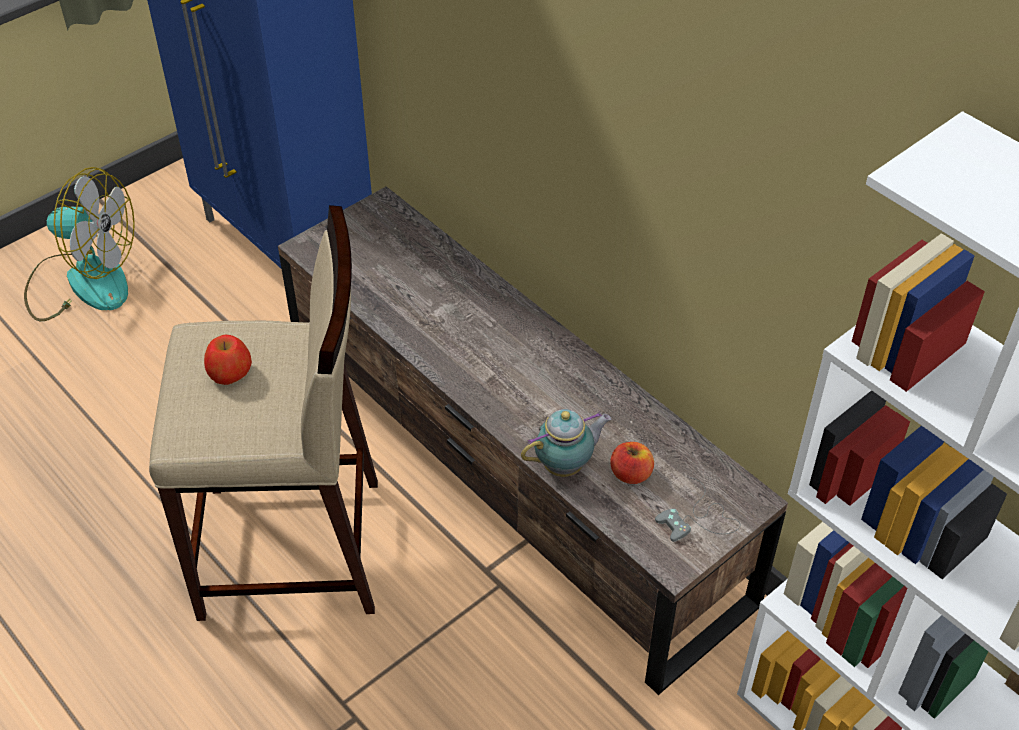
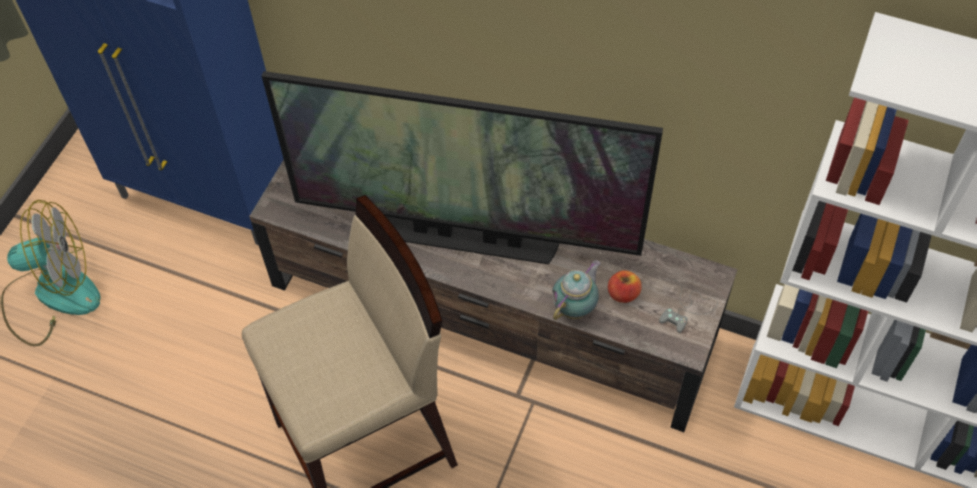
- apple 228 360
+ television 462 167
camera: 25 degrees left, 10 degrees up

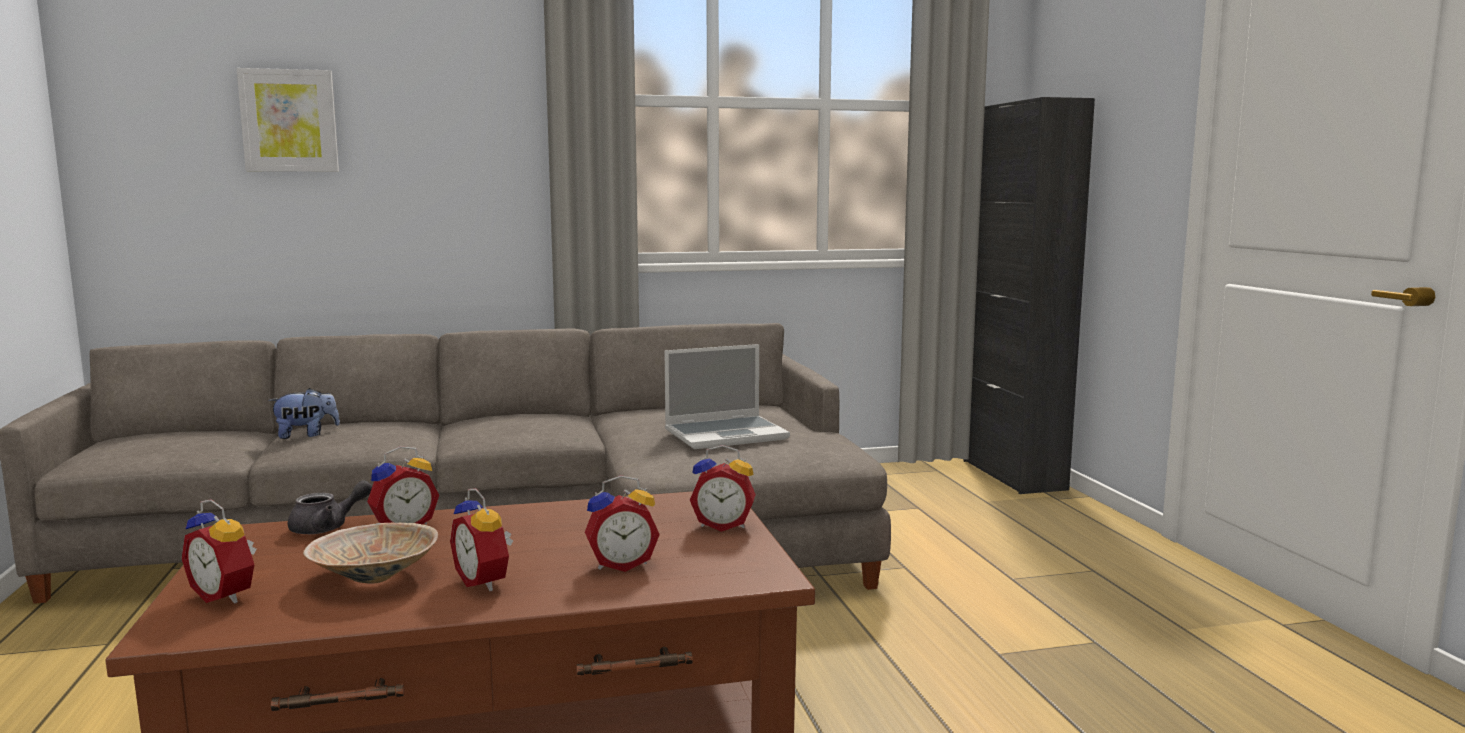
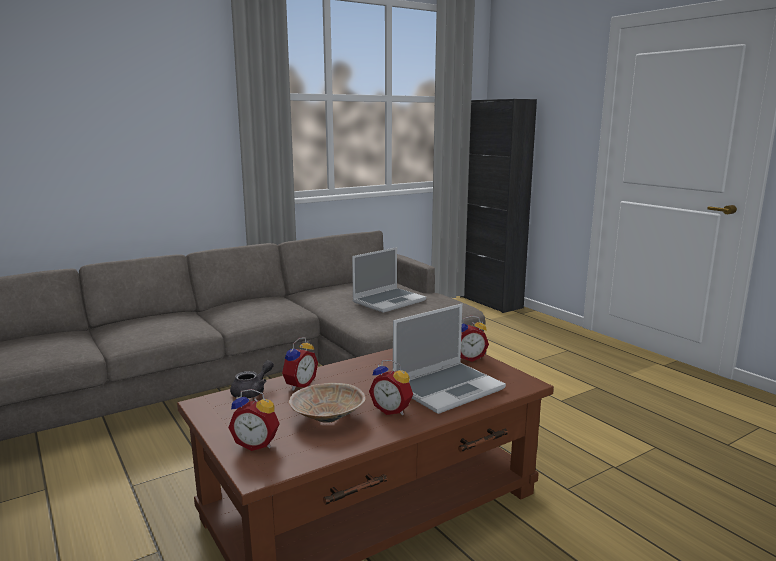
- picture 288 120
- plush toy 304 413
~ alarm clock 622 523 to laptop 449 359
camera: 20 degrees left, 5 degrees up

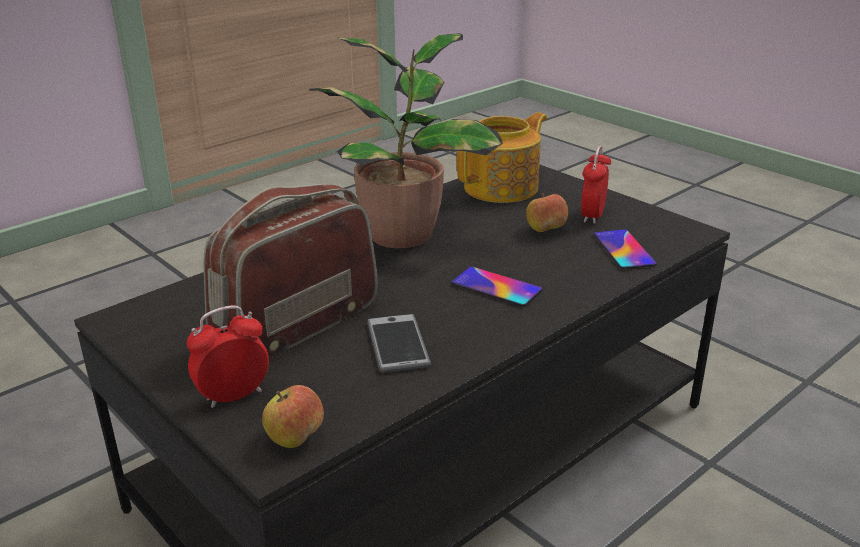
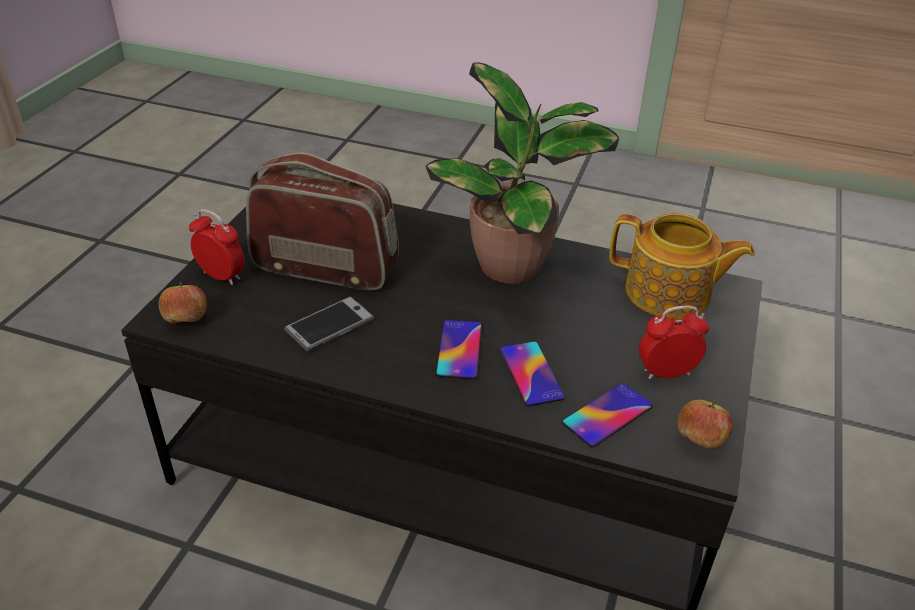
+ phone 532 373
~ apple 547 212 to 705 424
camera: 60 degrees right, 10 degrees up

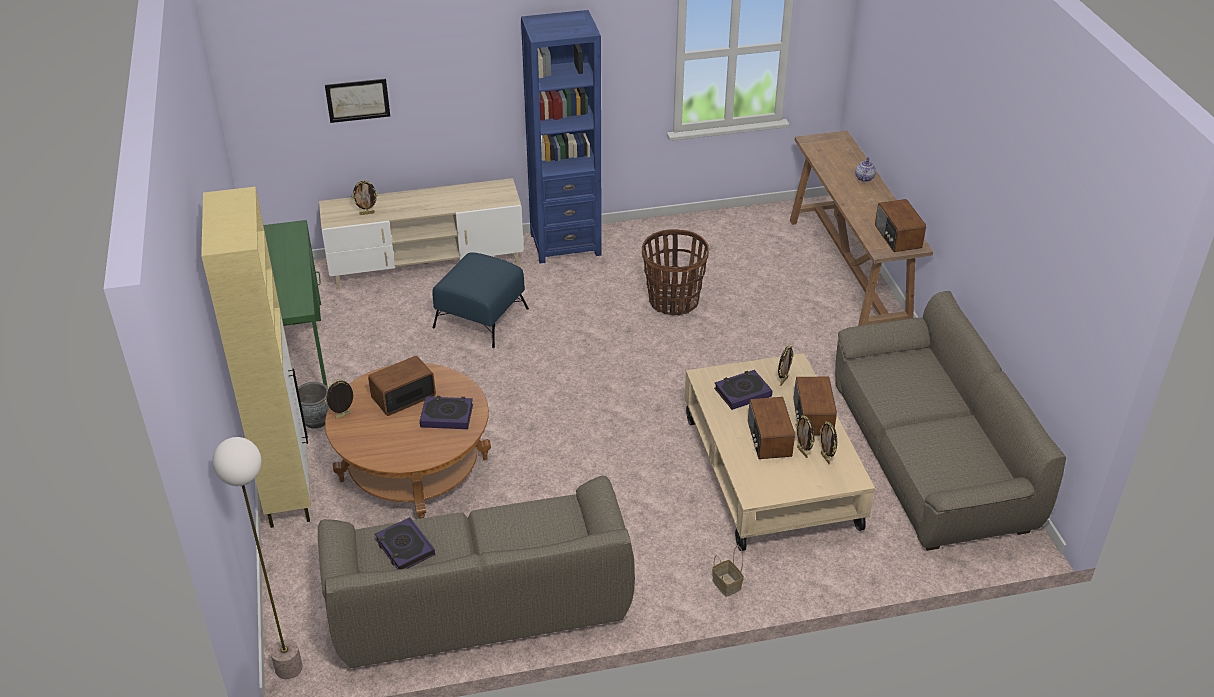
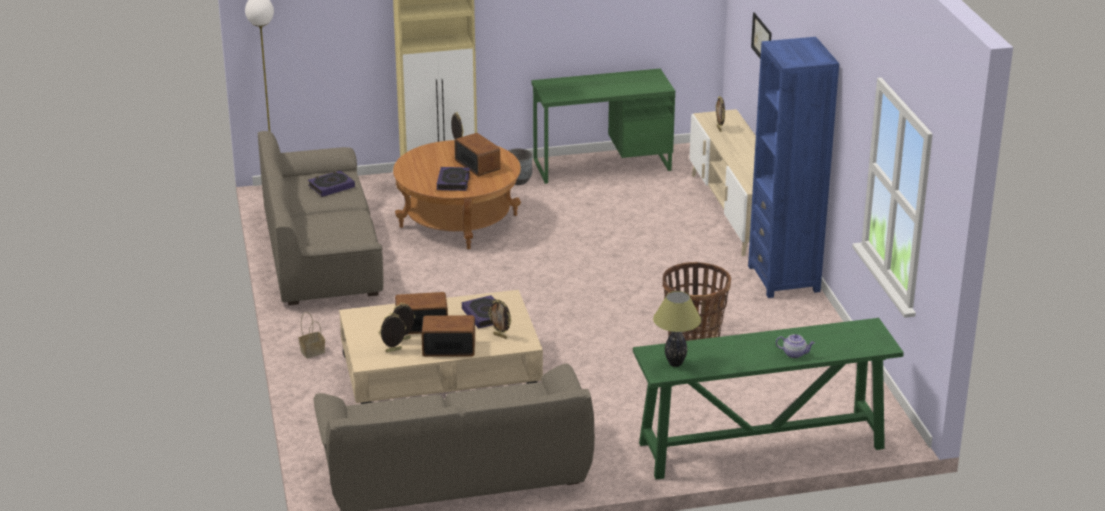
- blue ottoman 480 300
~ radio 900 225 to table lamp 677 329
~ brown console table 861 228 to green console table 768 399
camera: 90 degrees right, 10 degrees down

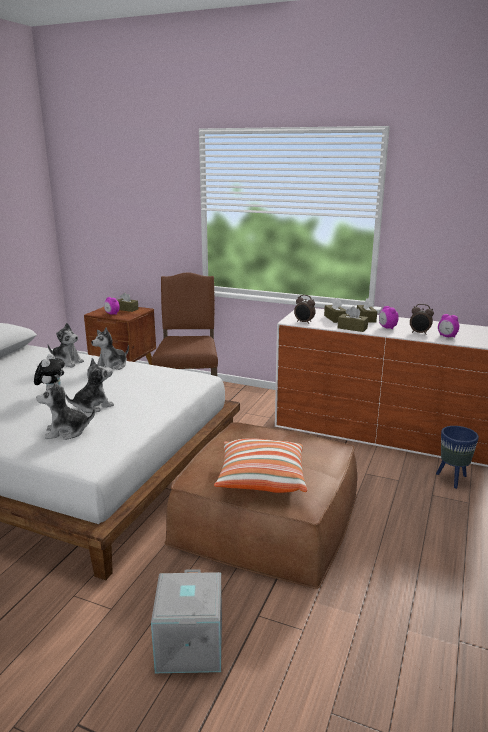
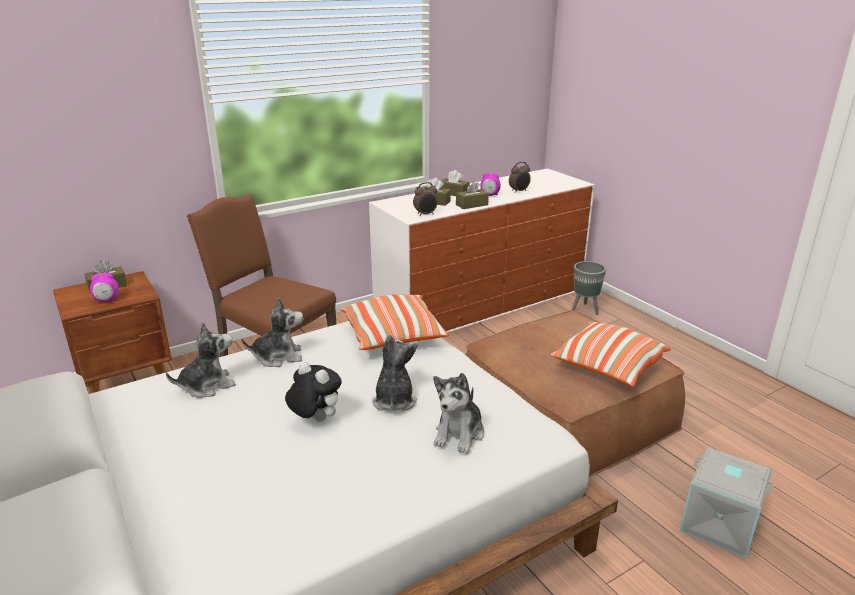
- alarm clock 448 325
+ pillow 394 322
~ blue planter 457 457 to grey planter 589 288
~ plush toy 110 349 = 272 332 90 degrees counterclockwise
camera: 55 degrees left, 5 degrees up

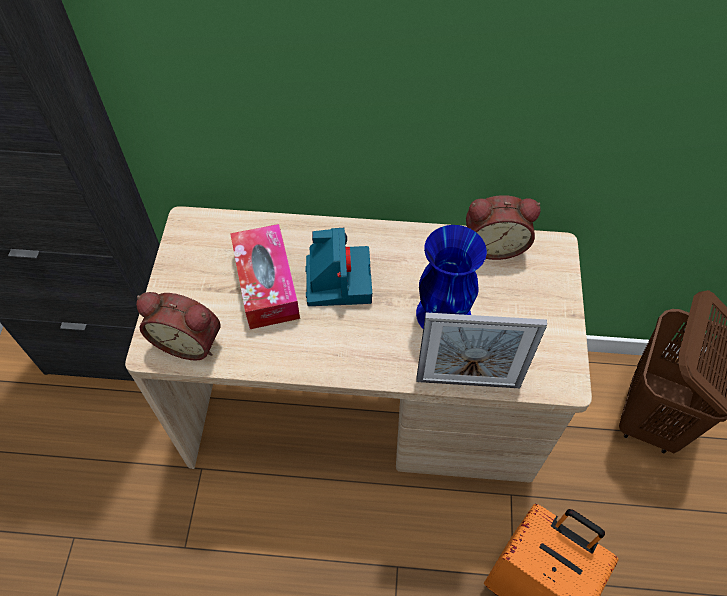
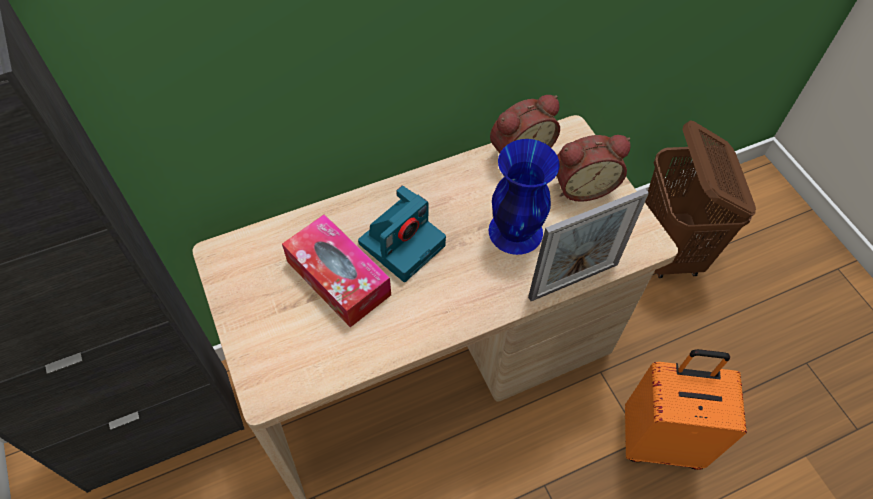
~ alarm clock 178 326 to 593 168
~ photo camera 338 267 = 402 234 75 degrees clockwise
camera: 30 degrees left, 0 degrees up

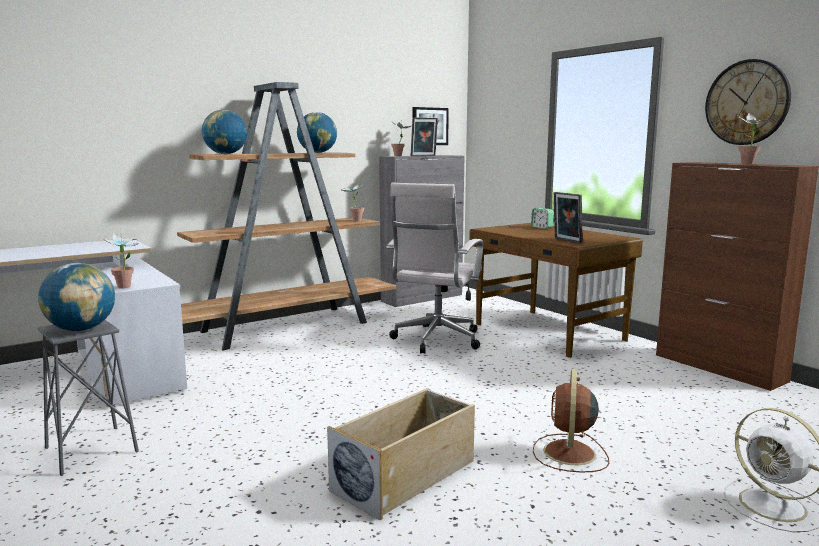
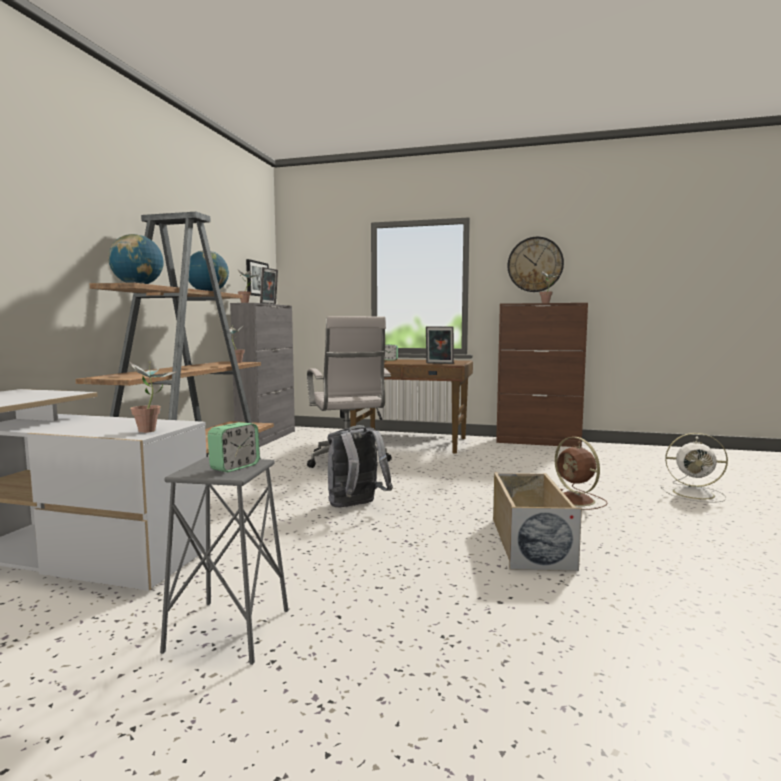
+ grey backpack 360 466
~ globe 76 297 to alarm clock 234 447
camera: 40 degrees left, 5 degrees down

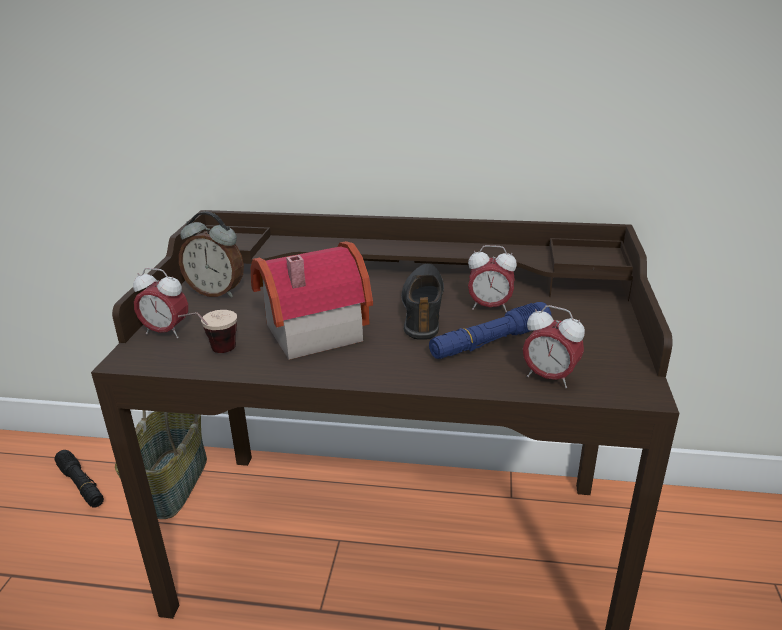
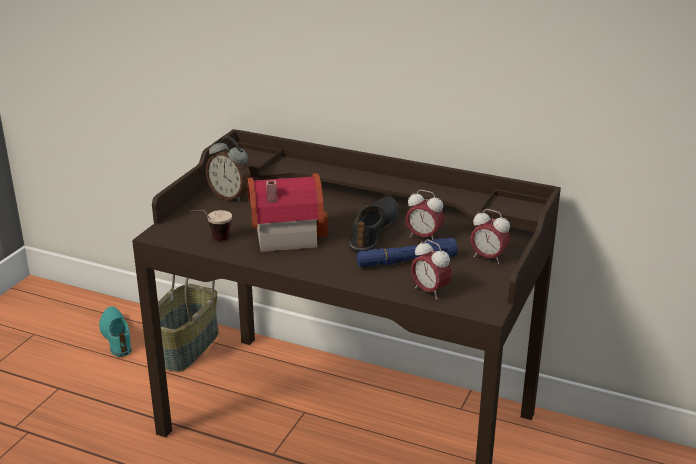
~ alarm clock 160 303 to 490 236
~ black flashlight 79 479 to turquoise shoe 115 331
camera: 15 degrees right, 0 degrees up

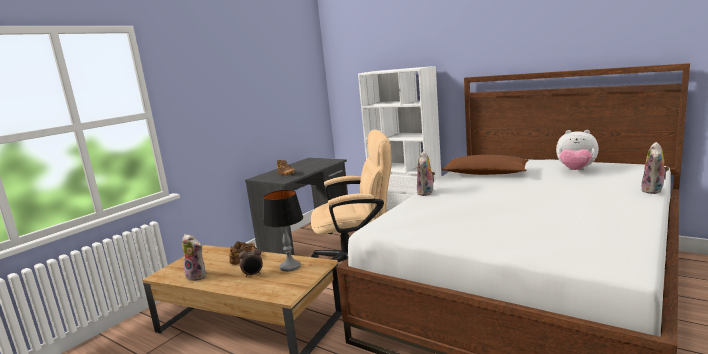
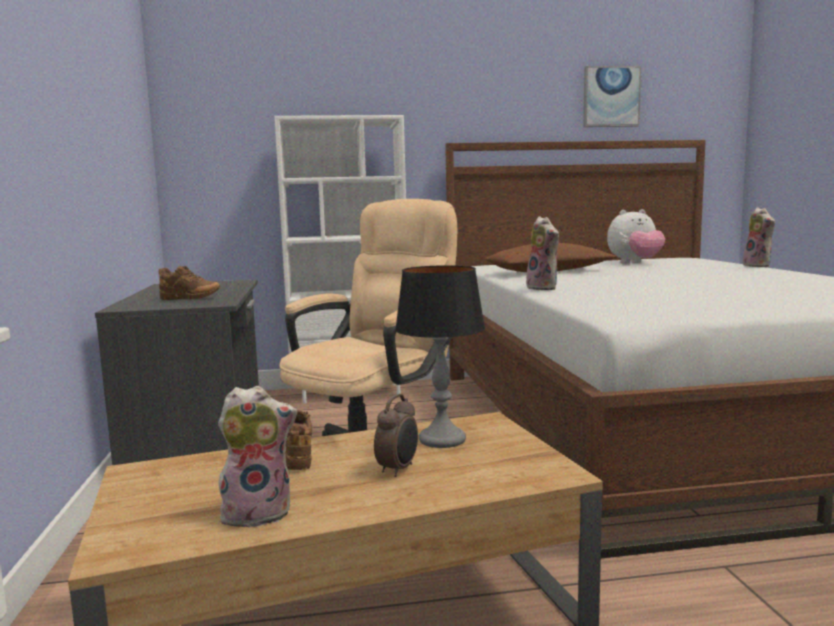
+ picture 612 96
camera: 45 degrees left, 5 degrees down

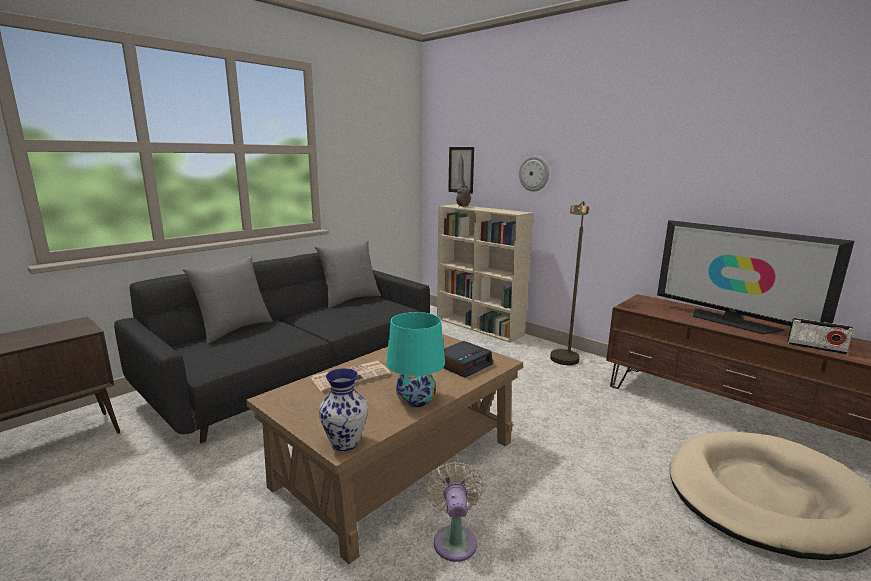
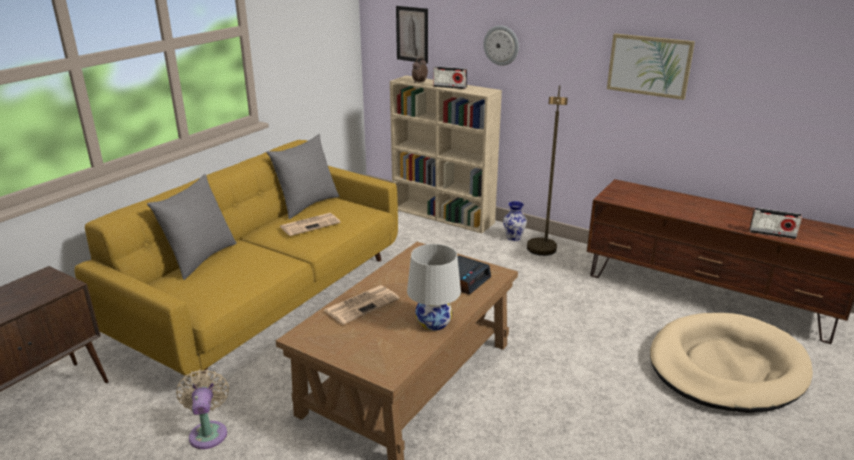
- television 755 277
+ newspaper 310 224
+ radio 450 78
+ picture 651 67
~ vase 343 409 to 515 221
~ beige fan 454 511 to 202 409
~ black sofa 272 347 to yellow sofa 236 258
~ turquoise table lamp 415 359 to white table lamp 434 287
camera: 10 degrees left, 10 degrees up

